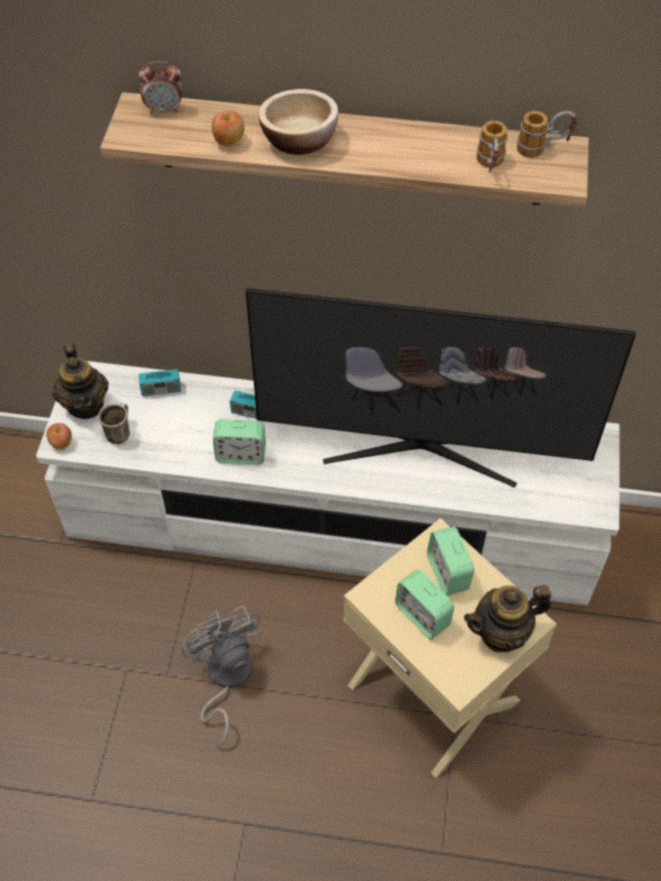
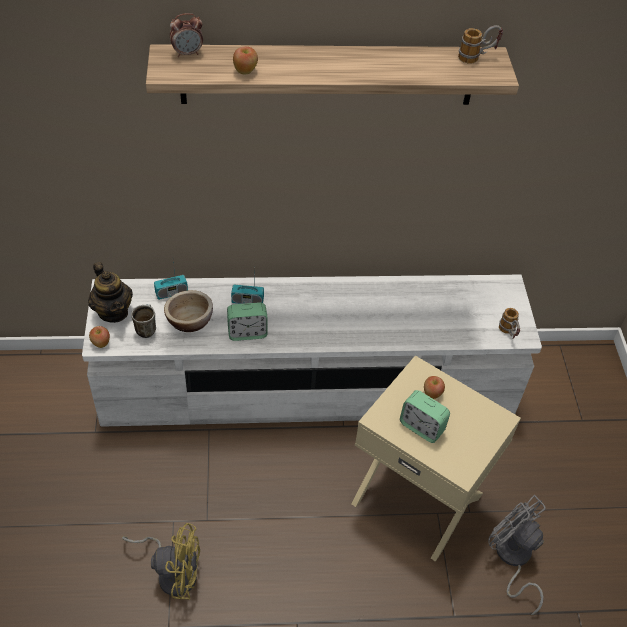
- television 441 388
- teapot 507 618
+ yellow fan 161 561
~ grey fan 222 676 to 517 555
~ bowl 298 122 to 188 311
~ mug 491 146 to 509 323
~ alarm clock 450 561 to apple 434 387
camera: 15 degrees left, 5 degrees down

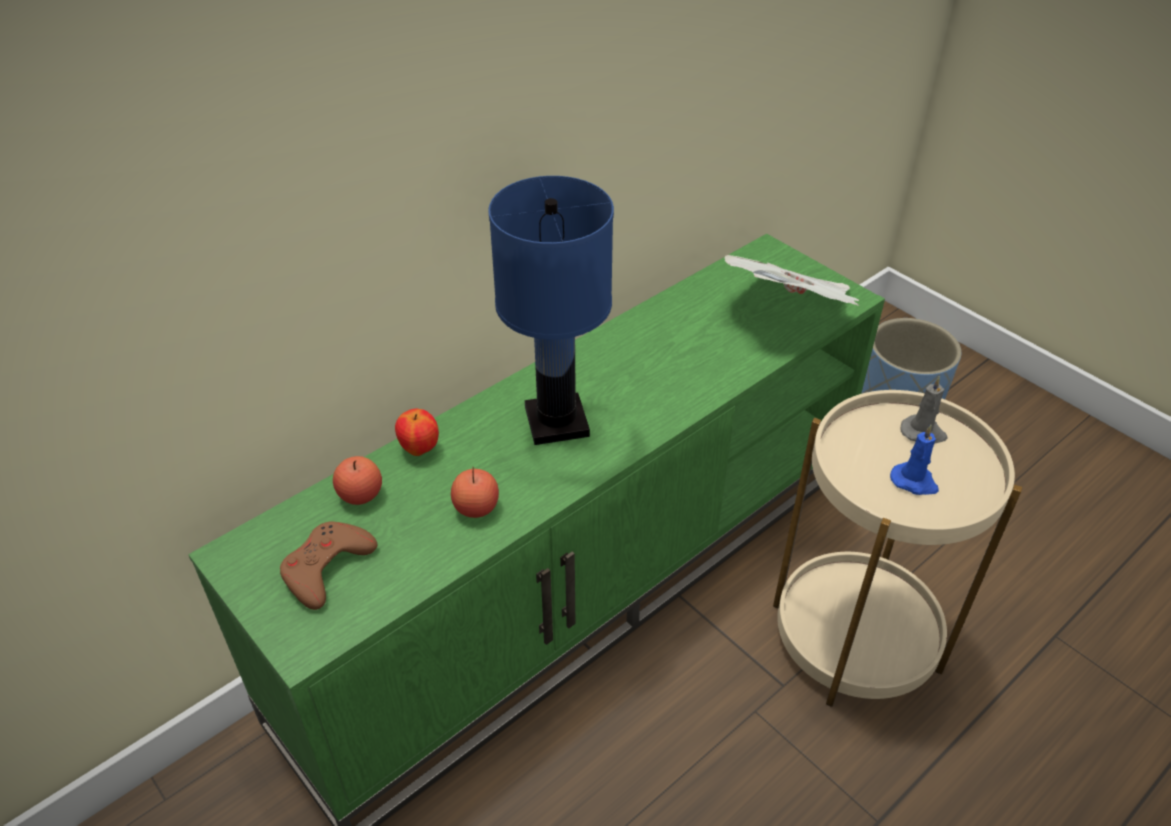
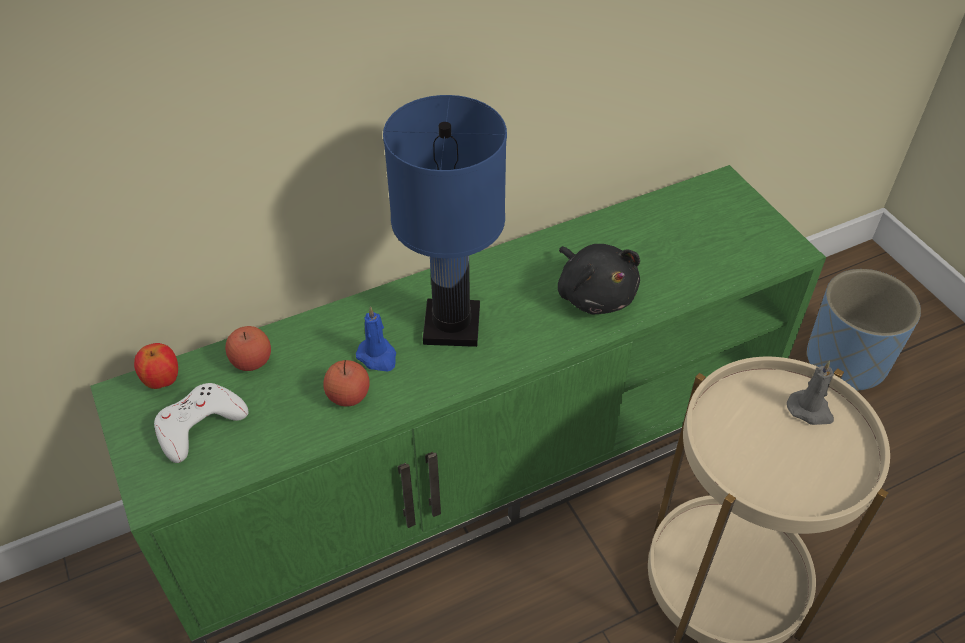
- newspaper 792 280
+ black plush toy 599 279
~ apple 417 432 to 156 366
~ blue candle 914 460 to 376 339
~ brown game controller 329 566 to white game controller 201 423
camera: 15 degrees right, 5 degrees up

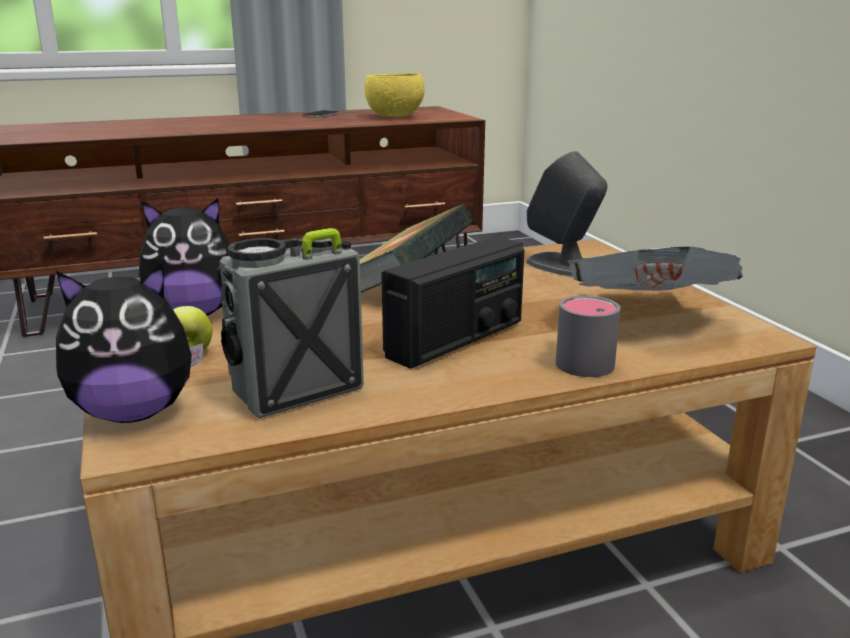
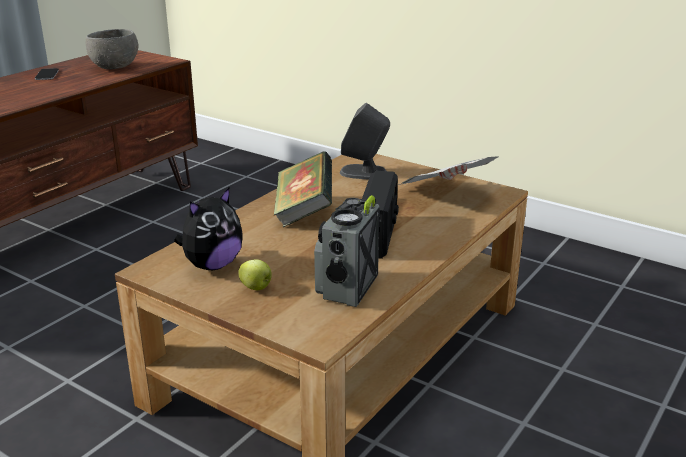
- plush toy 130 343
- grey mug 588 336
~ yellow bowl 394 95 to grey bowl 112 49
camera: 35 degrees left, 5 degrees up

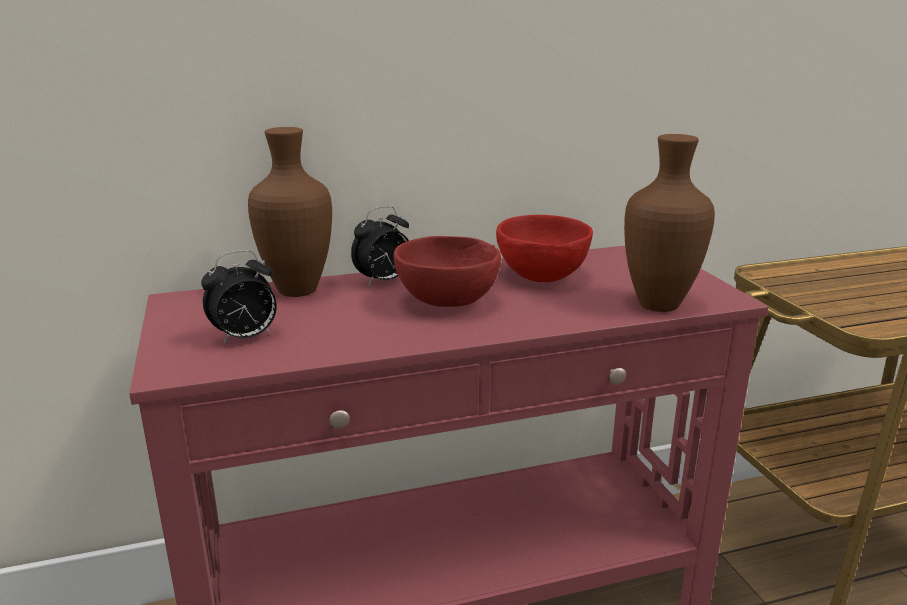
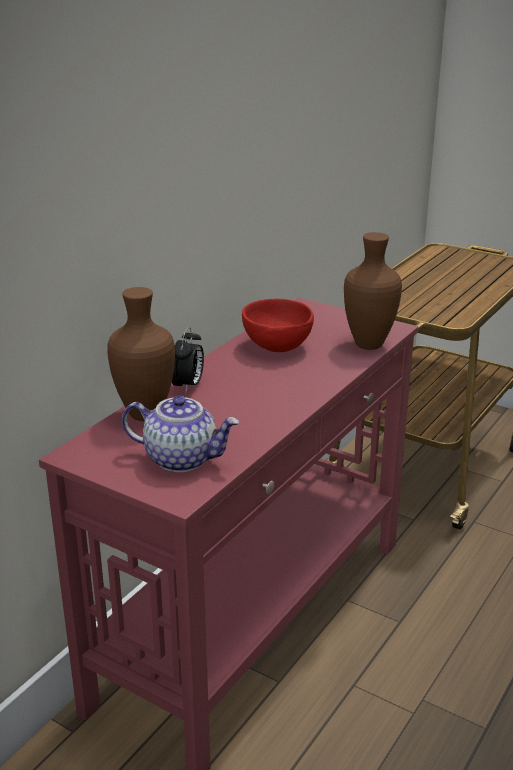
- red bowl 447 271
~ alarm clock 239 297 to teapot 180 434
camera: 40 degrees left, 5 degrees up

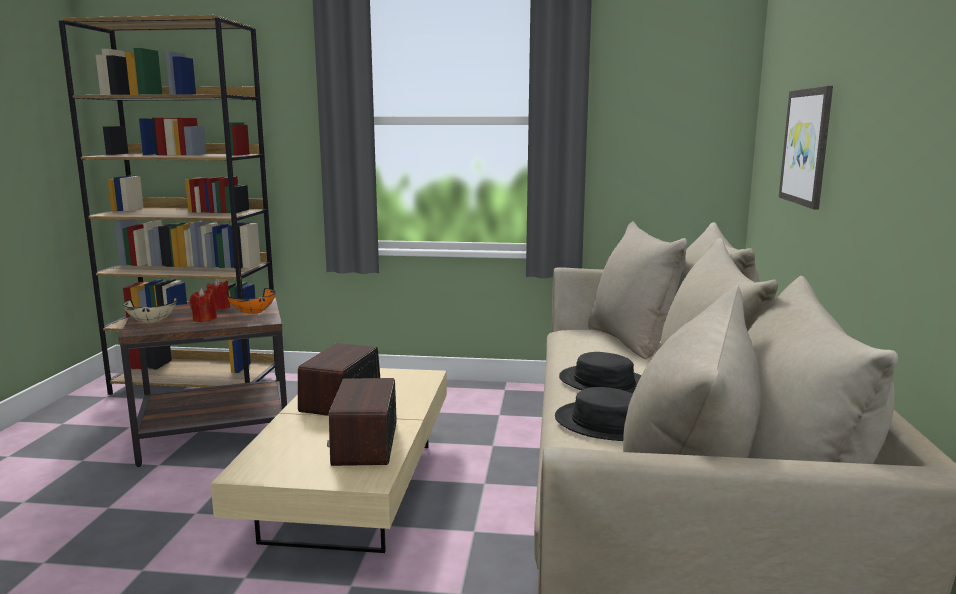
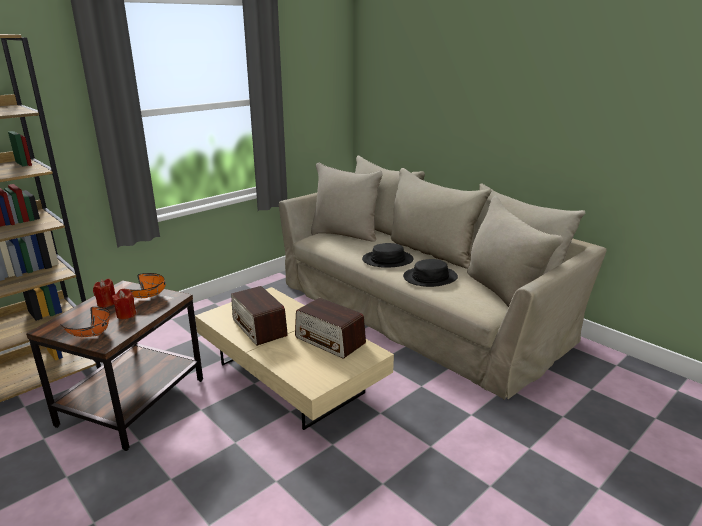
- picture 806 147
~ beige bowl 150 310 to orange bowl 85 322
camera: 50 degrees left, 10 degrees up

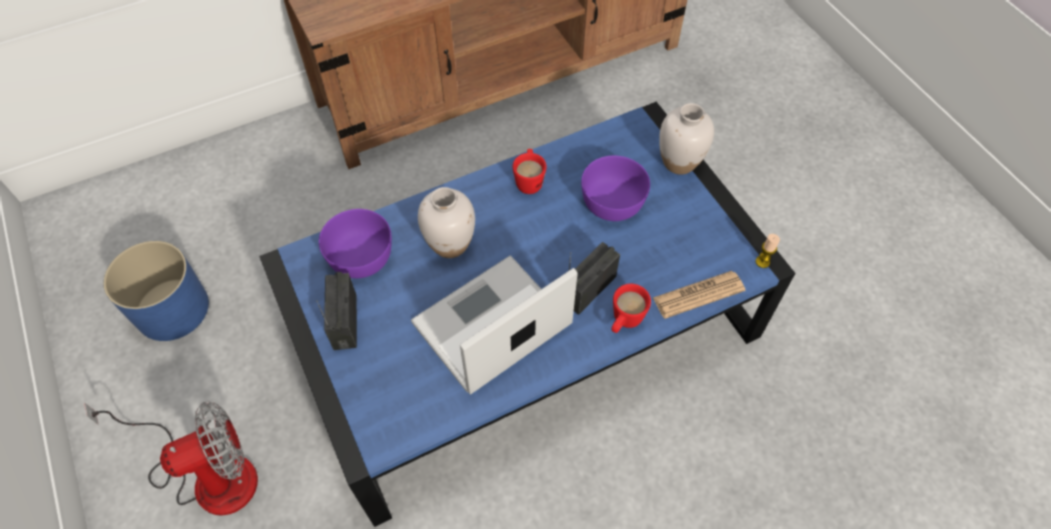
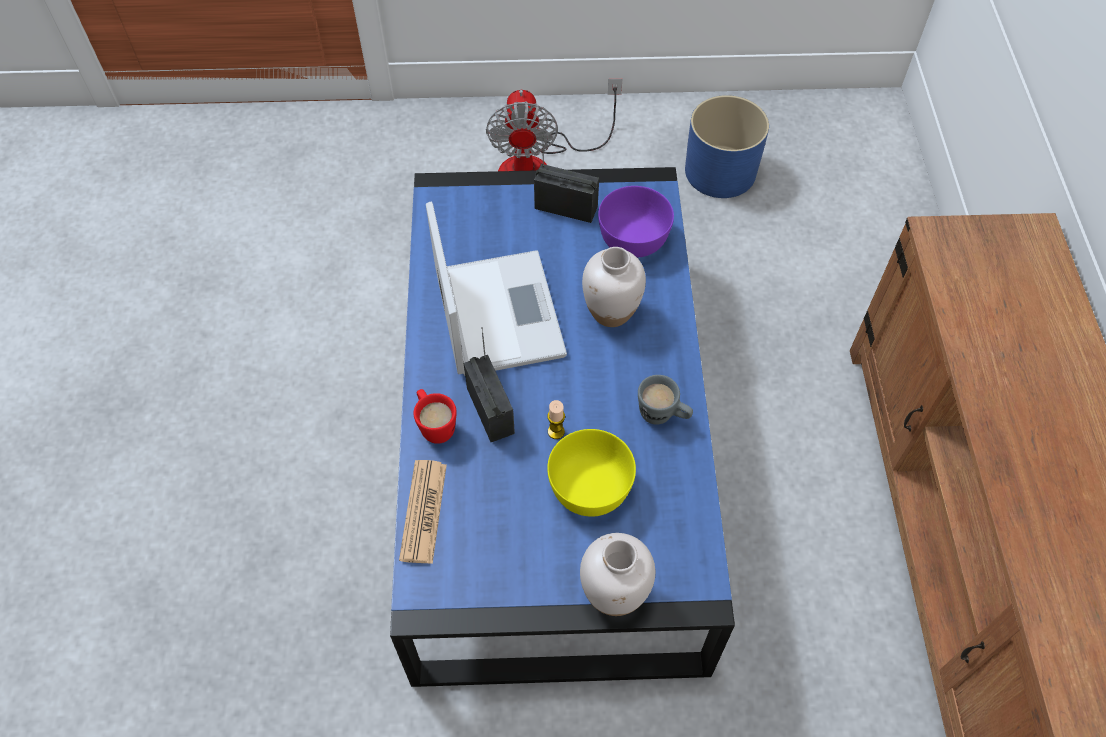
~ candle 768 251 to 556 419
~ red mug 529 171 to grey mug 665 400
~ purple bowl 615 188 to yellow bowl 591 473
camera: 115 degrees right, 0 degrees up

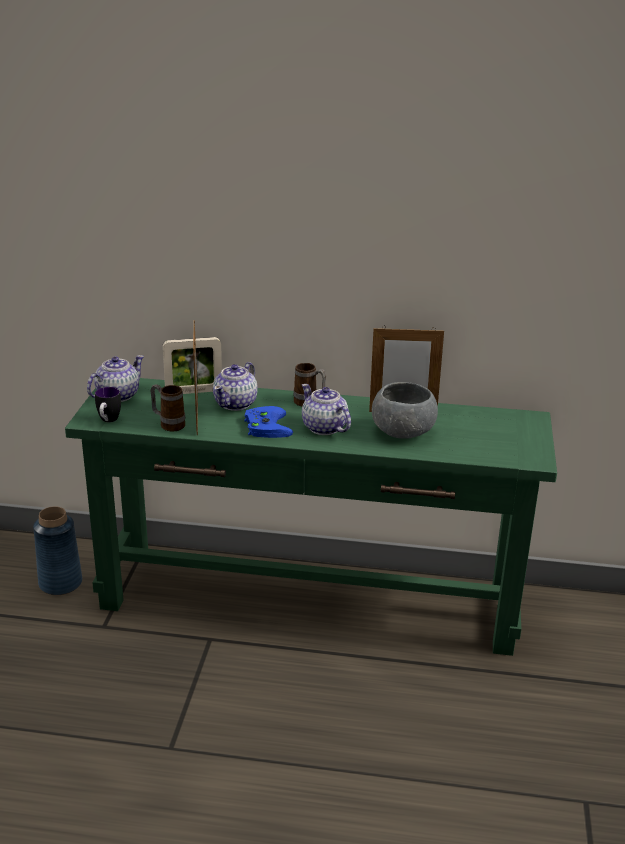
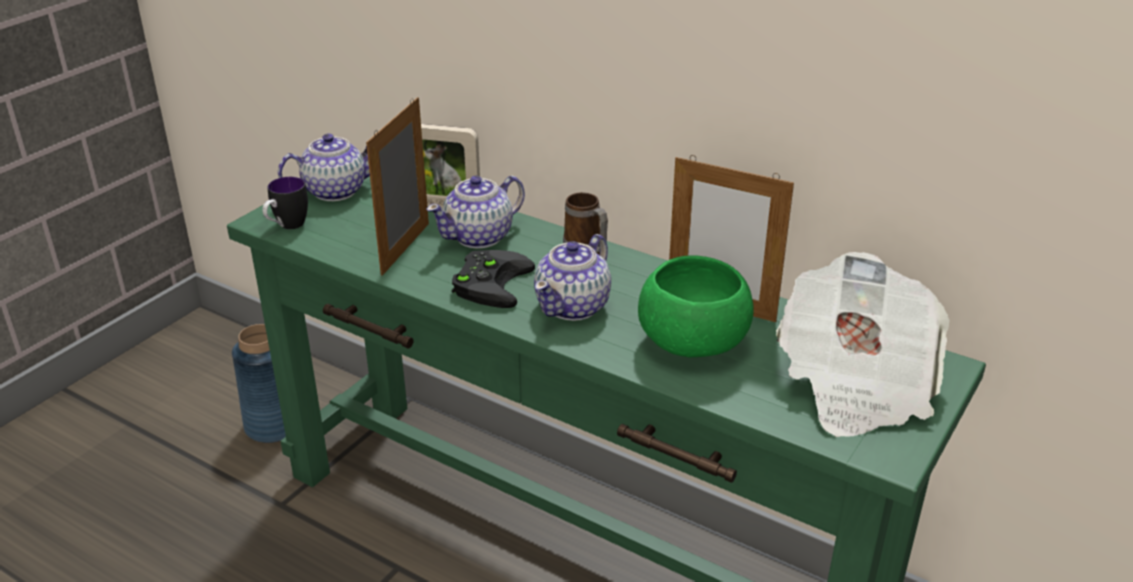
- mug 167 407
+ newspaper 863 344
~ blue game controller 269 422 to black game controller 493 279
~ grey bowl 405 410 to green bowl 696 306
~ teapot 326 409 = 572 277 135 degrees counterclockwise
camera: 25 degrees right, 5 degrees up

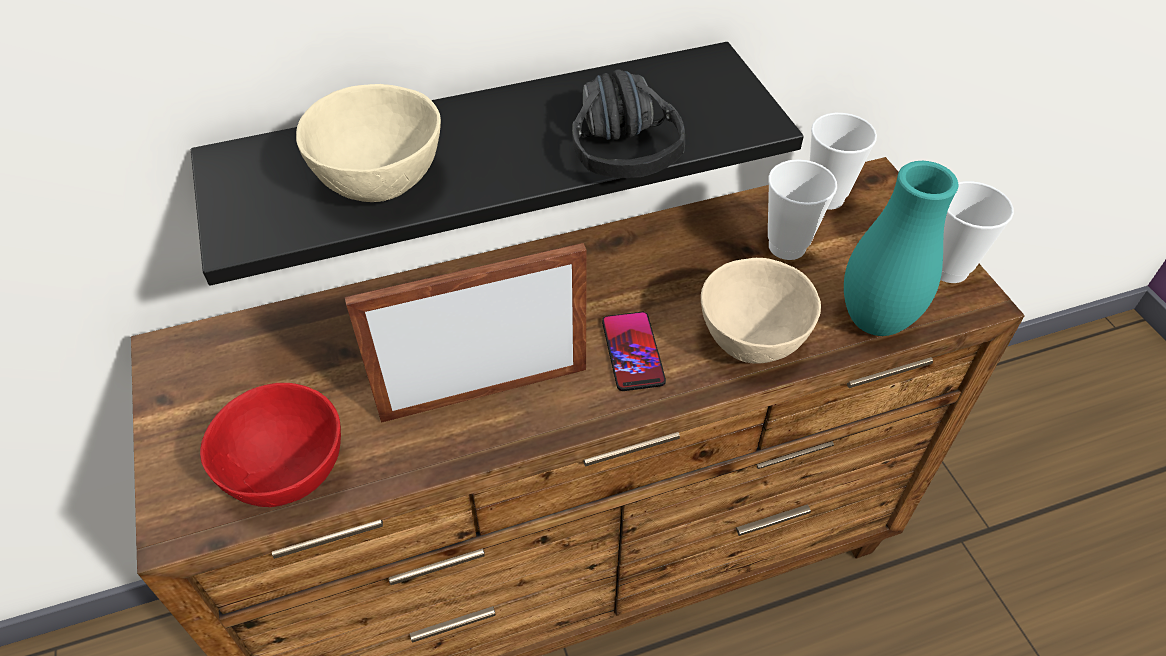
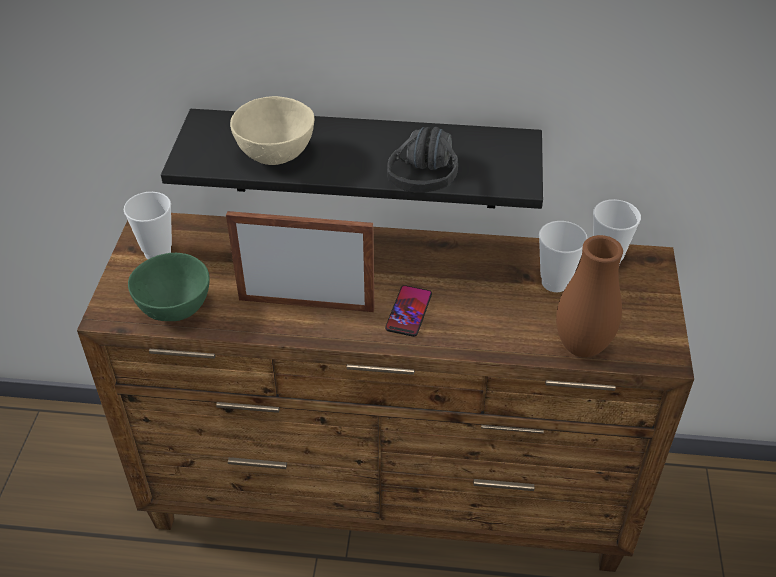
- beige bowl 761 311
~ cup 977 232 to 148 225
~ red bowl 270 445 to green bowl 168 287
~ turquoise vase 901 248 to brown vase 589 296
camera: 25 degrees right, 5 degrees down

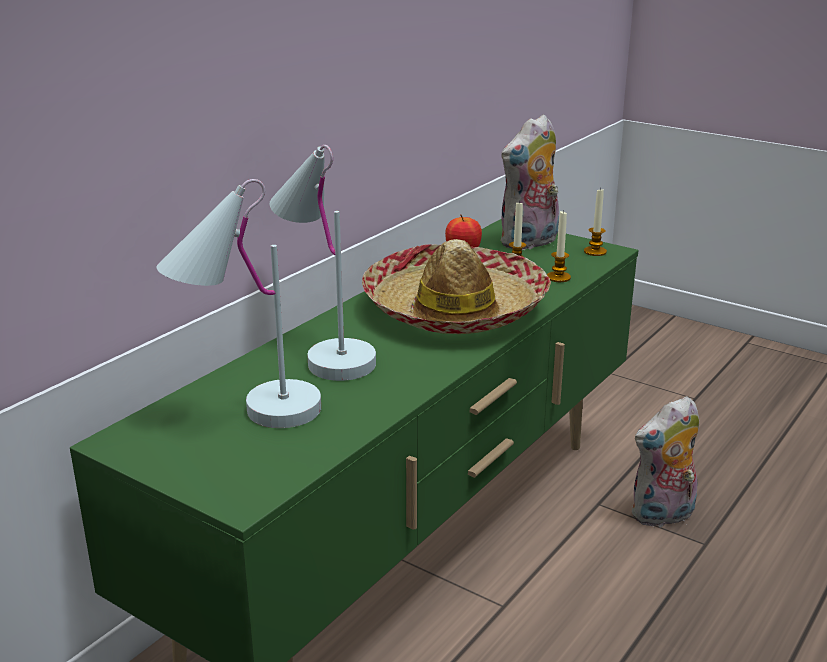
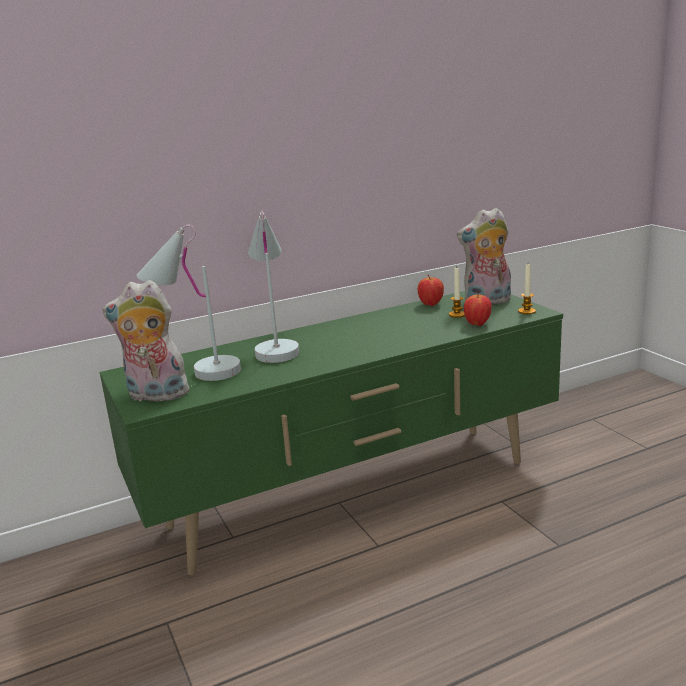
- hat 456 286
~ plush toy 665 461 to 145 341
~ candle 559 246 to apple 478 309
camera: 30 degrees right, 5 degrees down

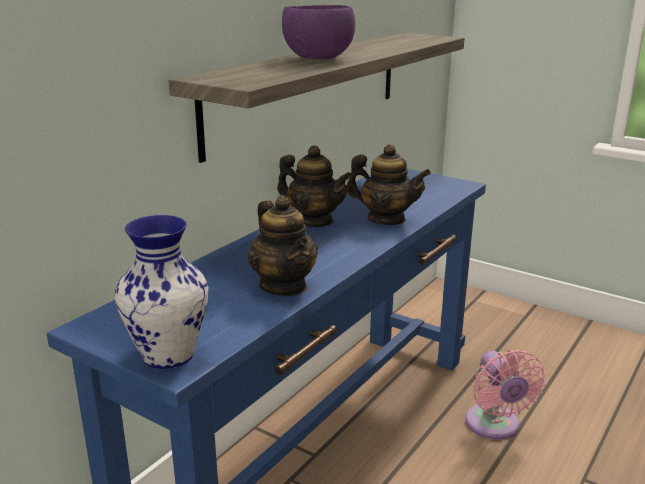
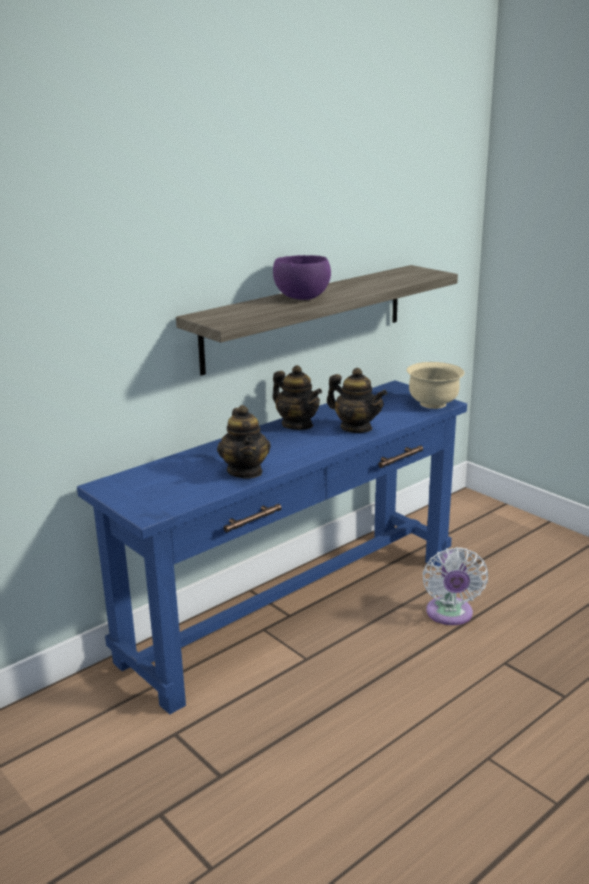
- vase 161 292
+ beige bowl 435 385
~ pink fan 505 395 to white fan 455 586
camera: 15 degrees right, 0 degrees up

